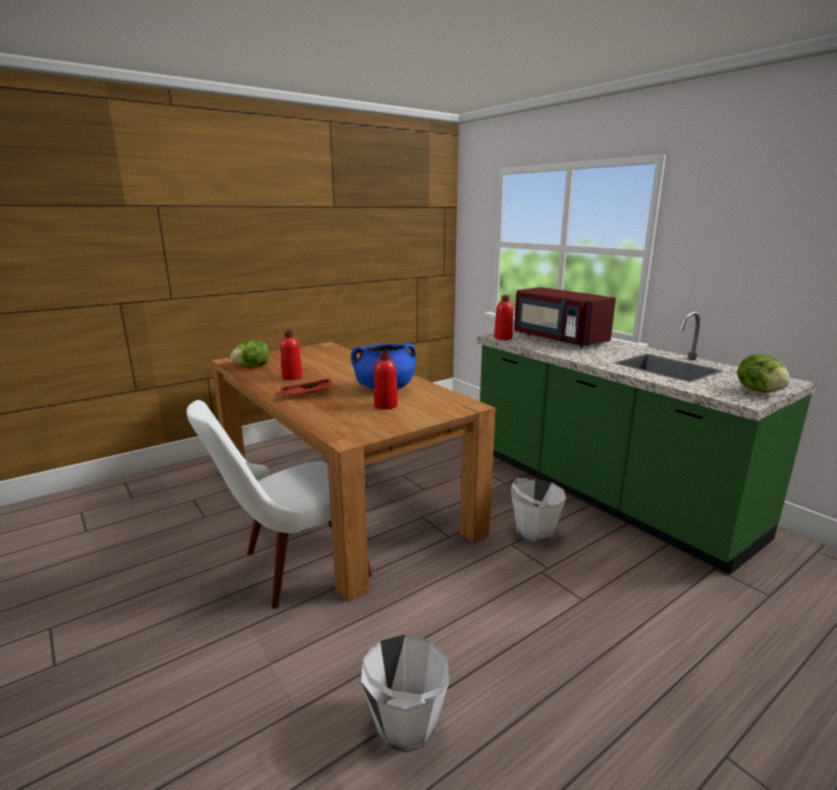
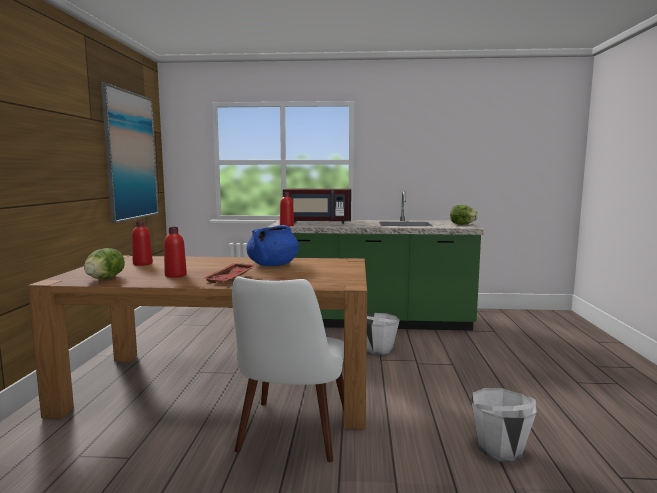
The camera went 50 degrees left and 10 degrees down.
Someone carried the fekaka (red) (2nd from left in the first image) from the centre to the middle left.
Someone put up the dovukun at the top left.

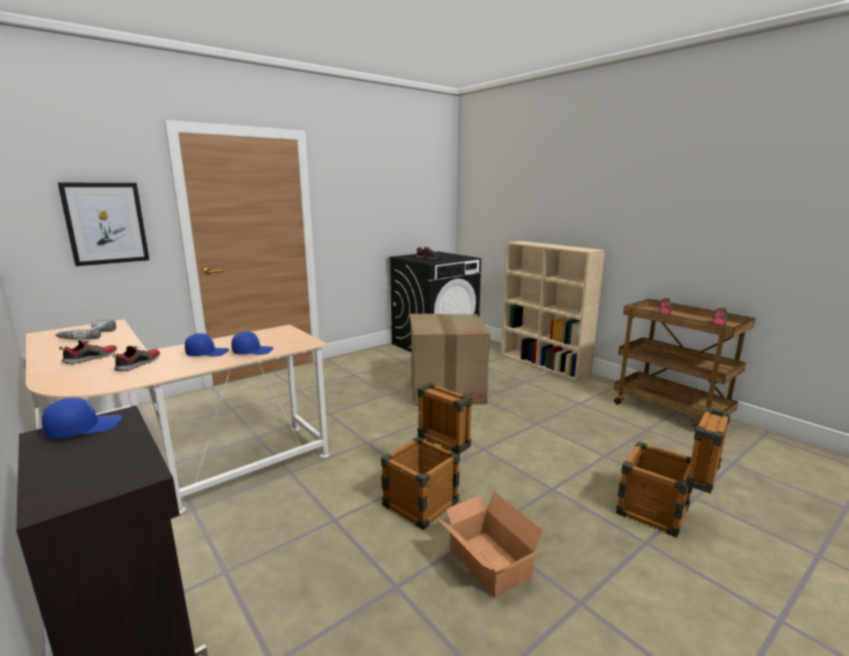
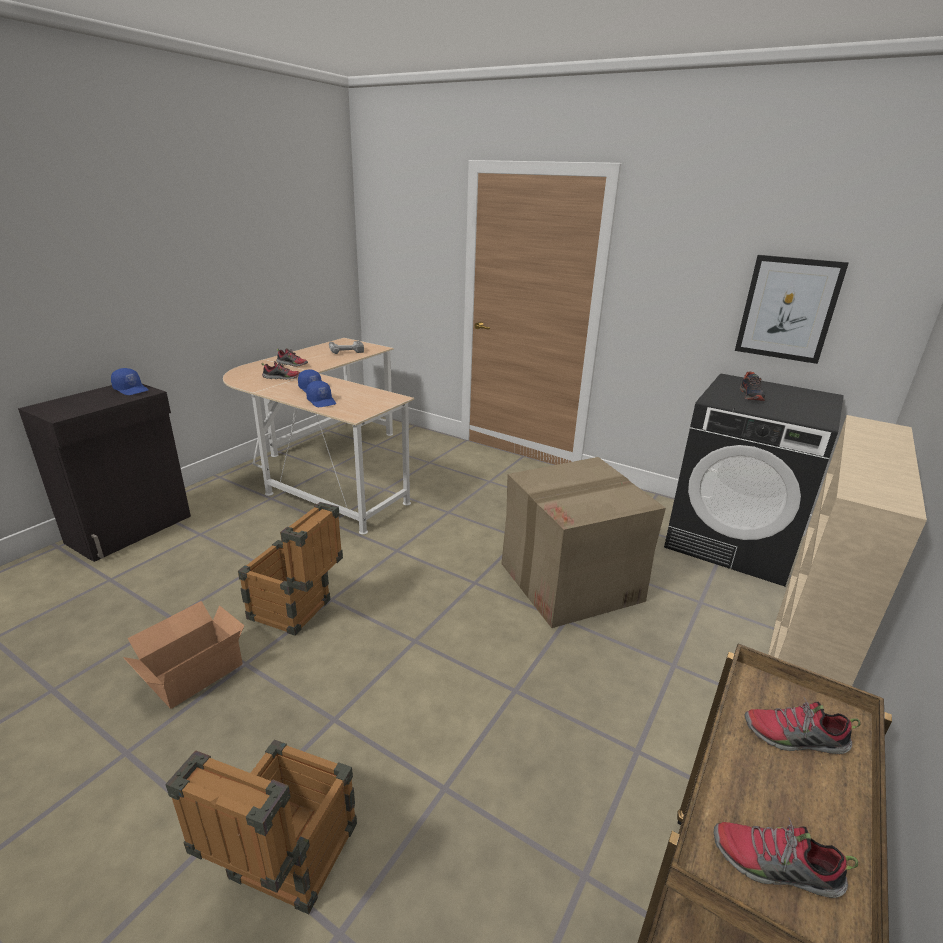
The camera went 70 degrees right and 10 degrees up.
Someone carried the dovukun from the middle left to the top right.

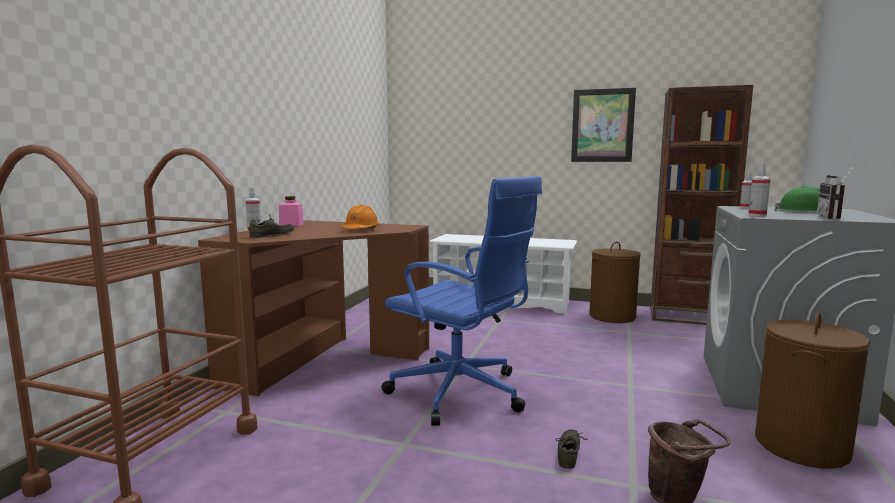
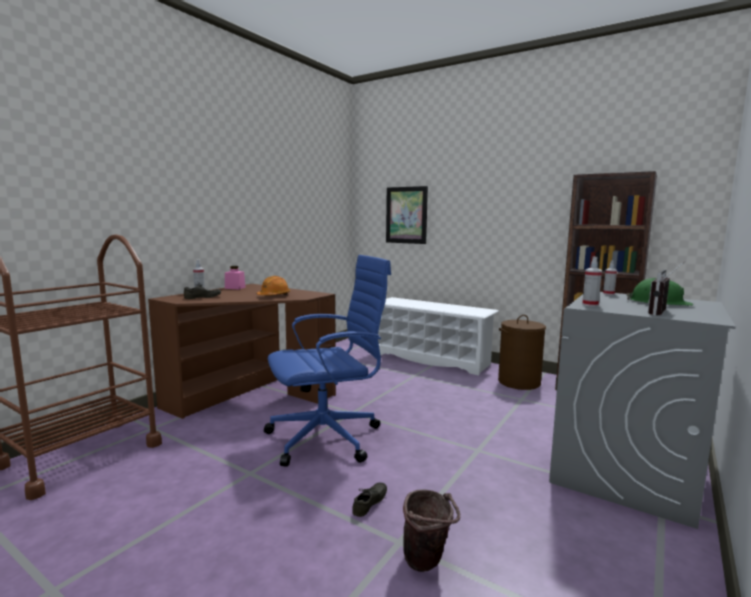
The camera went 15 degrees right and 0 degrees up.
Someone carried the dovukun from the top right to the centre.
Someone rotated the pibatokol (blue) at the centre by 75 degrees counterclockwise.
Someone took away the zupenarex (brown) (2nd from left) at the bottom right.

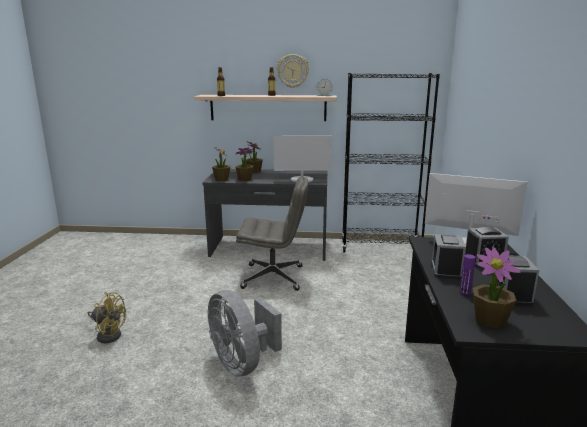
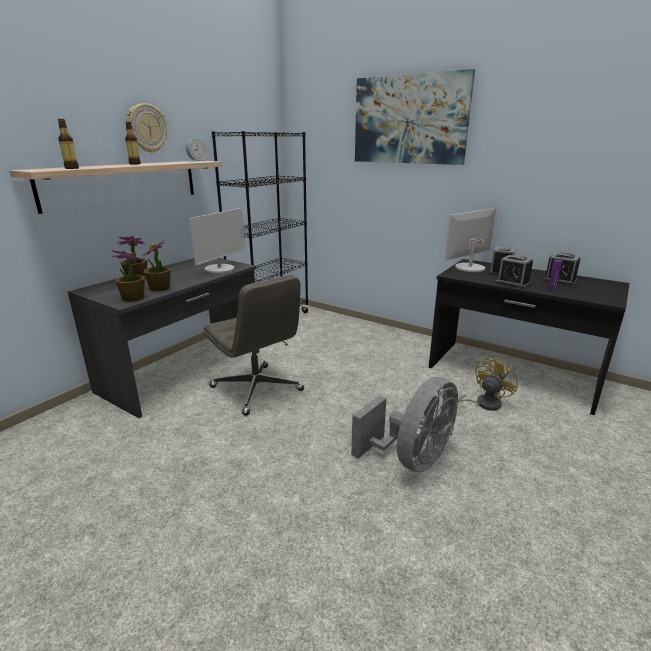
The camera went 60 degrees left and 5 degrees up.
Someone rotated the pibatokol (grey) at the centre by 105 degrees clockwise.
Someone took away the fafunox (4th from left) at the bottom right.
Someone rotated the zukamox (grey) at the bottom centre by 45 degrees counterclockwise.
Someone carried the zukamox (yellow) from the bottom left to the middle right.
Someone put up the dovukun at the top centre.

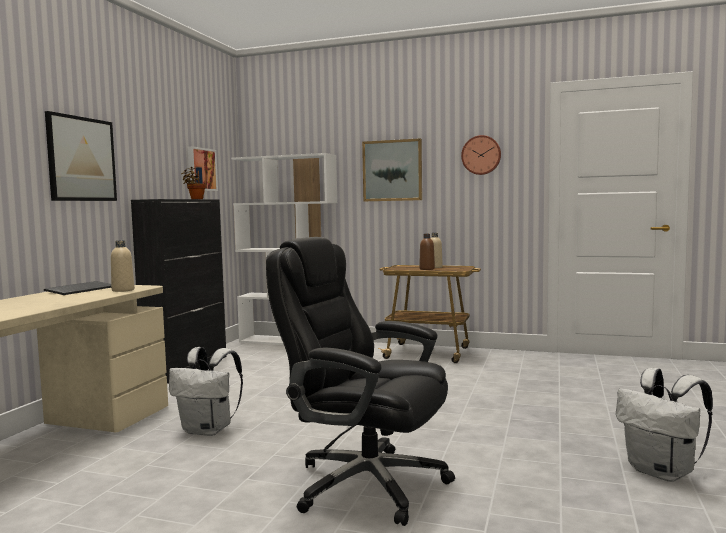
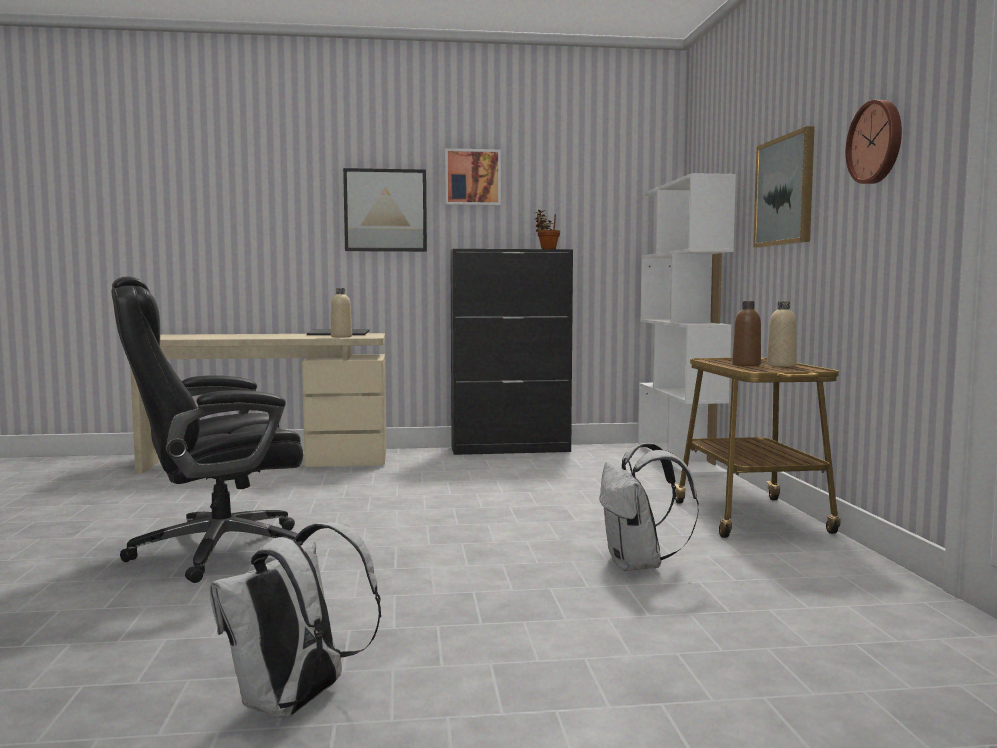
The camera went 65 degrees right and 0 degrees up.
Someone carried the dovukun (2nd from left) from the top left to the top centre.
Someone rotated the pibatokol (black) at the bottom centre by 120 degrees counterclockwise.
Someone carried the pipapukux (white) (1st from left in the first image) from the bottom left to the bottom centre.

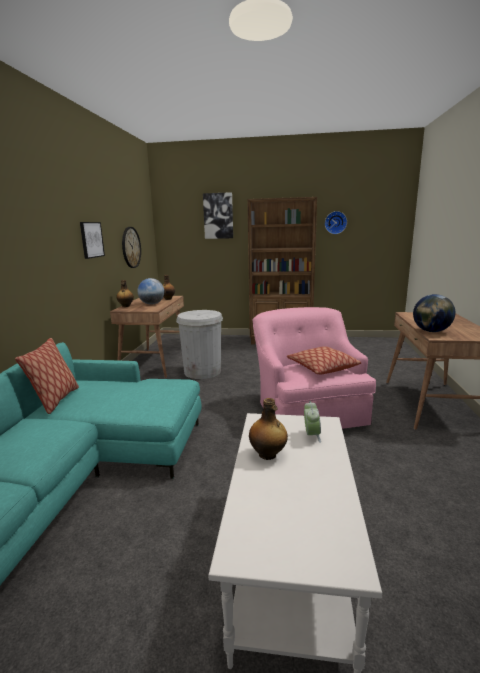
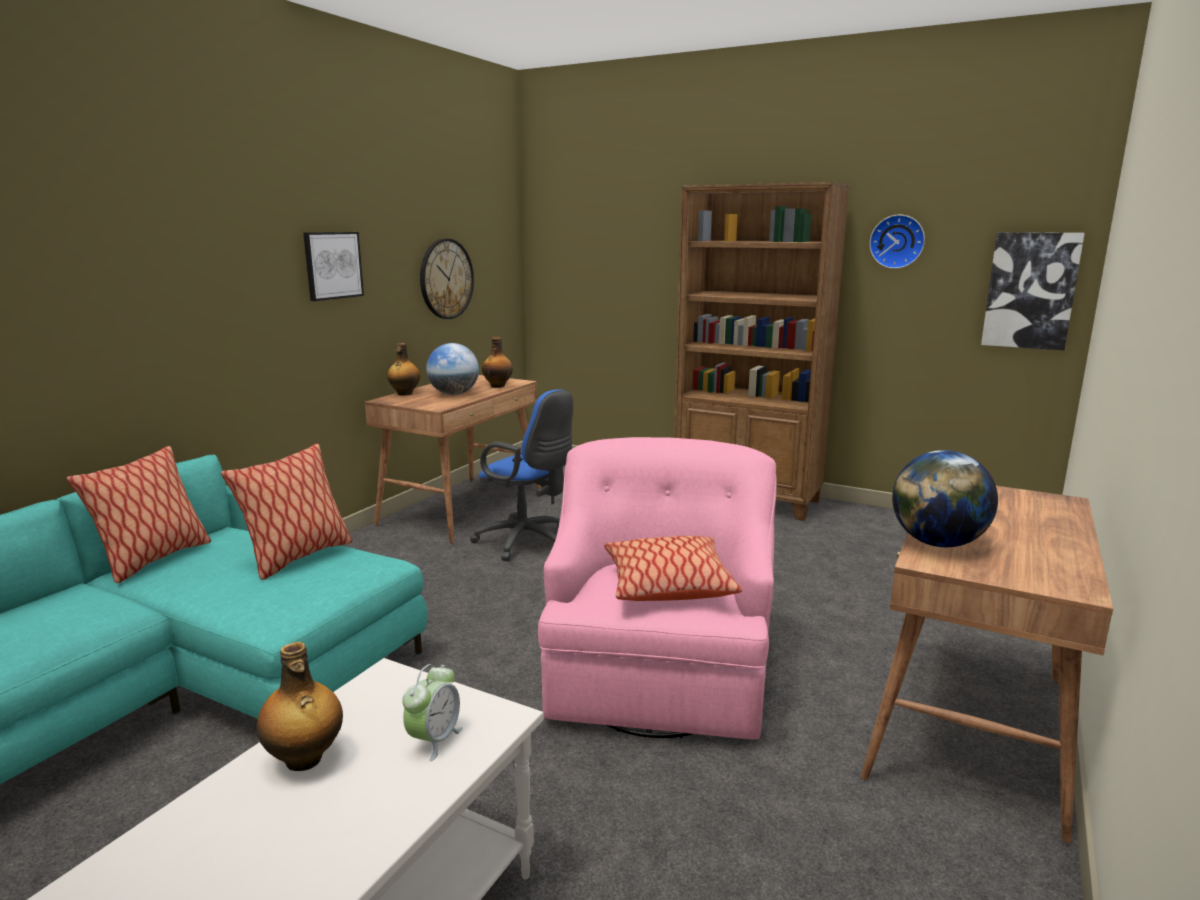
The camera went 20 degrees right and 0 degrees up.
Someone carried the dovukun (2nd from left) from the top centre to the top right.
Someone swapped the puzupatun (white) at the centre for the pibatokol (blue) at the centre.
Someone put down the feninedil (2nd from left) at the middle left.

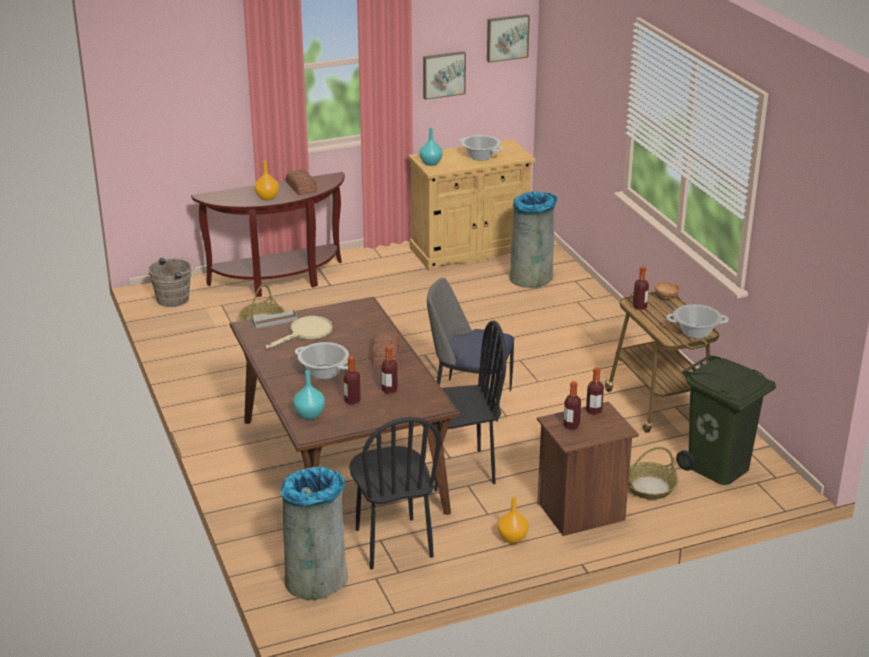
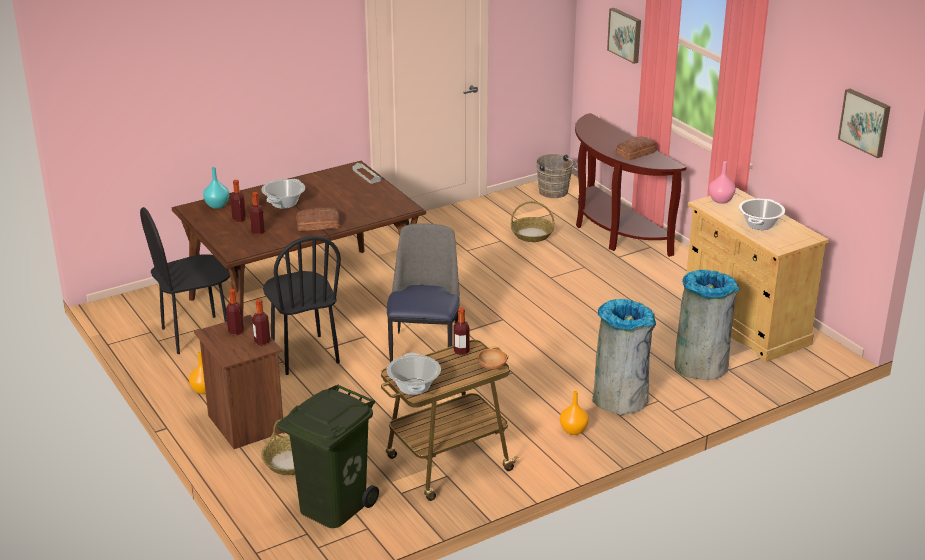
The camera went 80 degrees right and 0 degrees up.
Someone carried the dovukun (1st from left) from the top centre to the top right.
Someone repainted the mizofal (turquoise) (2nd from left) at the top centre, which became the mizofal (pink) at the top right.
Someone carried the mizofal (orange) (1st from left in the first image) from the top left to the bottom centre.
Someone took away the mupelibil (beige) at the centre.
Someone carried the puzupatun (grey) (1st from left) from the bottom centre to the middle right.

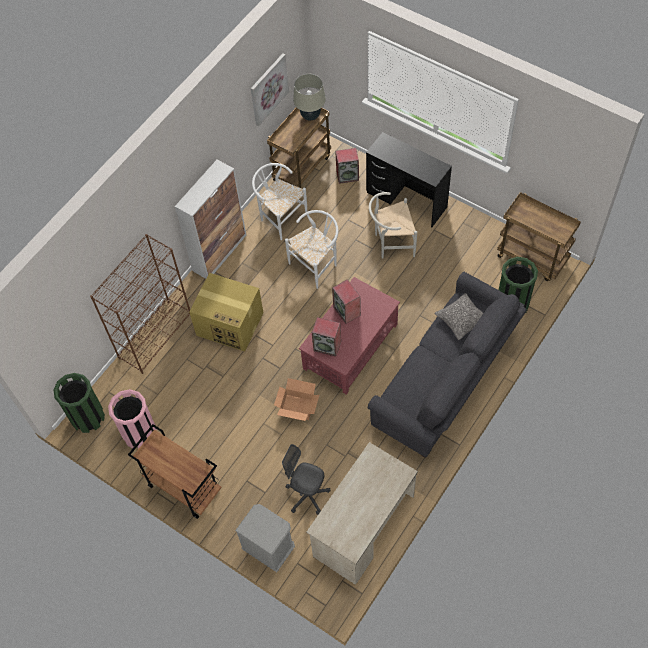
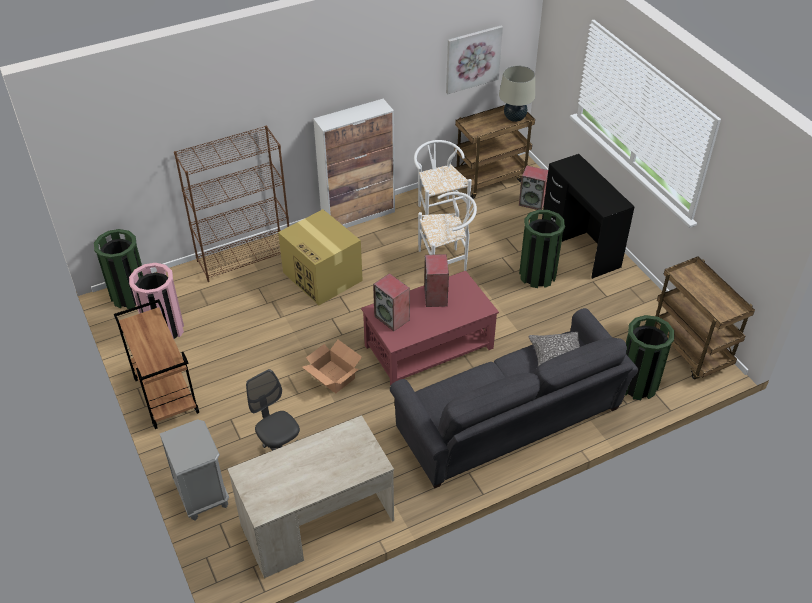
The camera went 25 degrees right and 15 degrees down.
Someone swapped the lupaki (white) (3rd from left) at the centre for the puzupatun (green) (2nd from left) at the middle right.

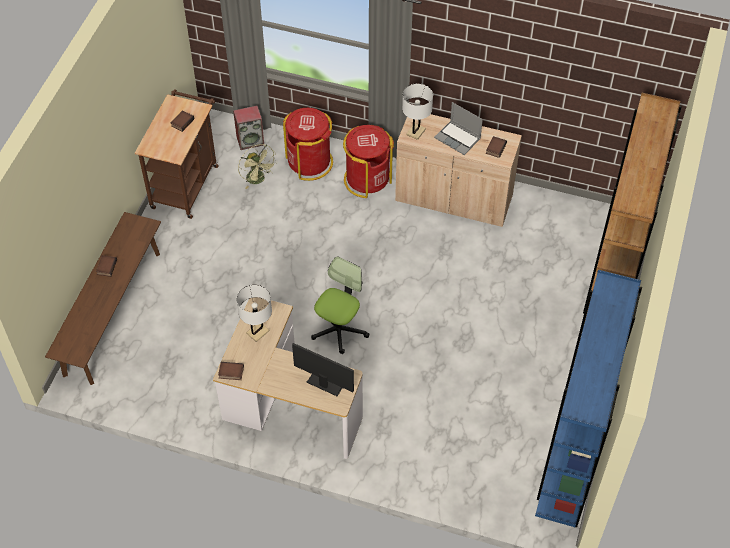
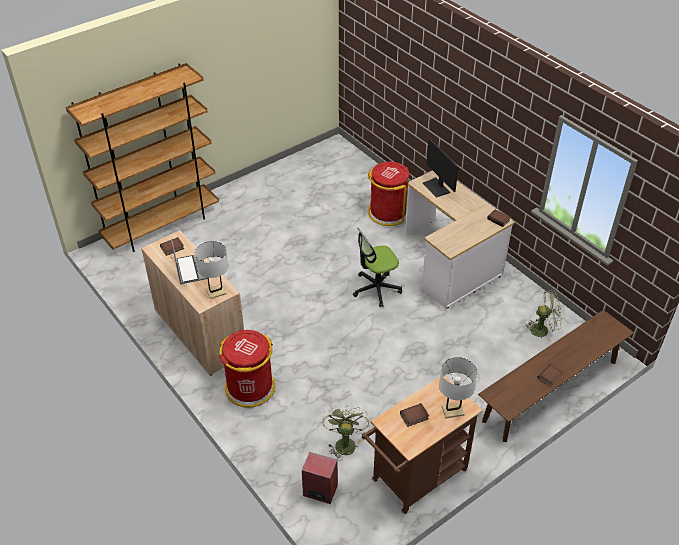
The camera went 145 degrees left and 10 degrees down.
Someone carried the puzupatun (red) (1st from left in the first image) from the top centre to the centre.
Someone took away the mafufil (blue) at the bottom right.
Someone carried the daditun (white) (1st from left in the first image) from the centre to the bottom right.
Someone put down the zukamox (green) (2nd from left) at the middle right.

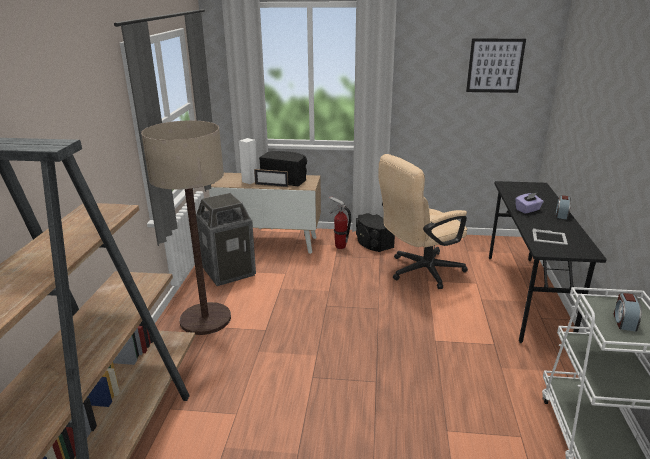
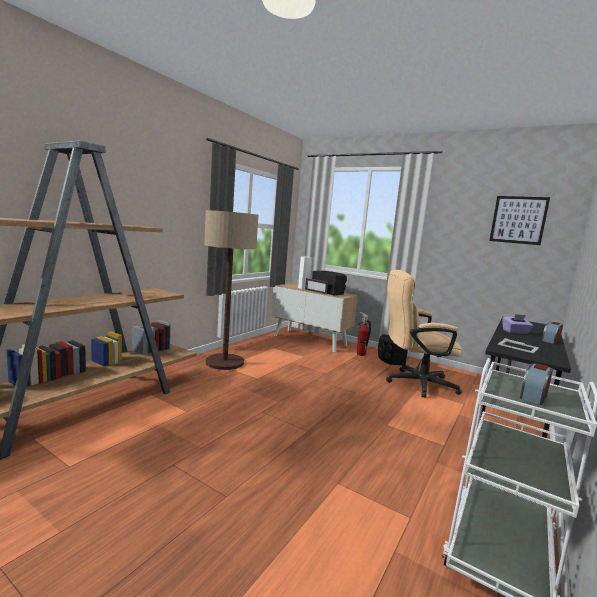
The camera went 25 degrees right and 15 degrees down.
Someone took away the puzupatun at the centre.

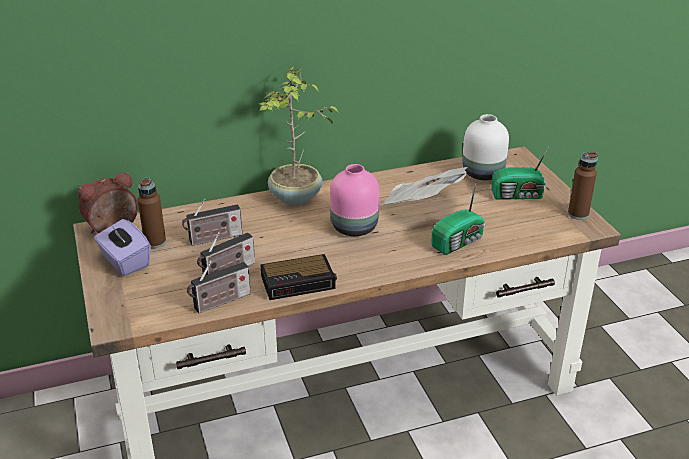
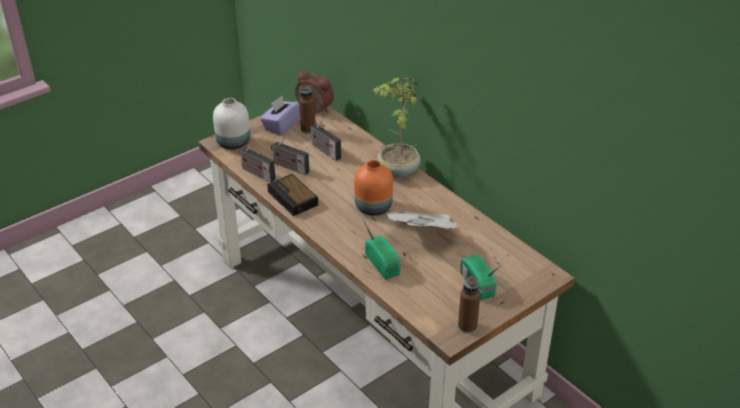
The camera went 70 degrees right and 5 degrees up.
Someone carried the mizofal (white) from the top right to the top left.
Someone repainted the mizofal (pink) at the centre, which became the mizofal (orange) at the centre.
Someone rotated the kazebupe (4th from left) at the centre by 150 degrees counterclockwise.

